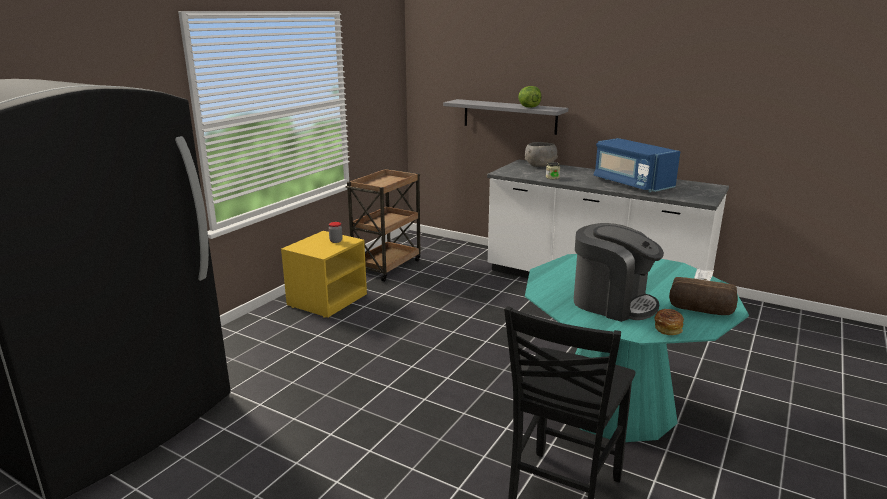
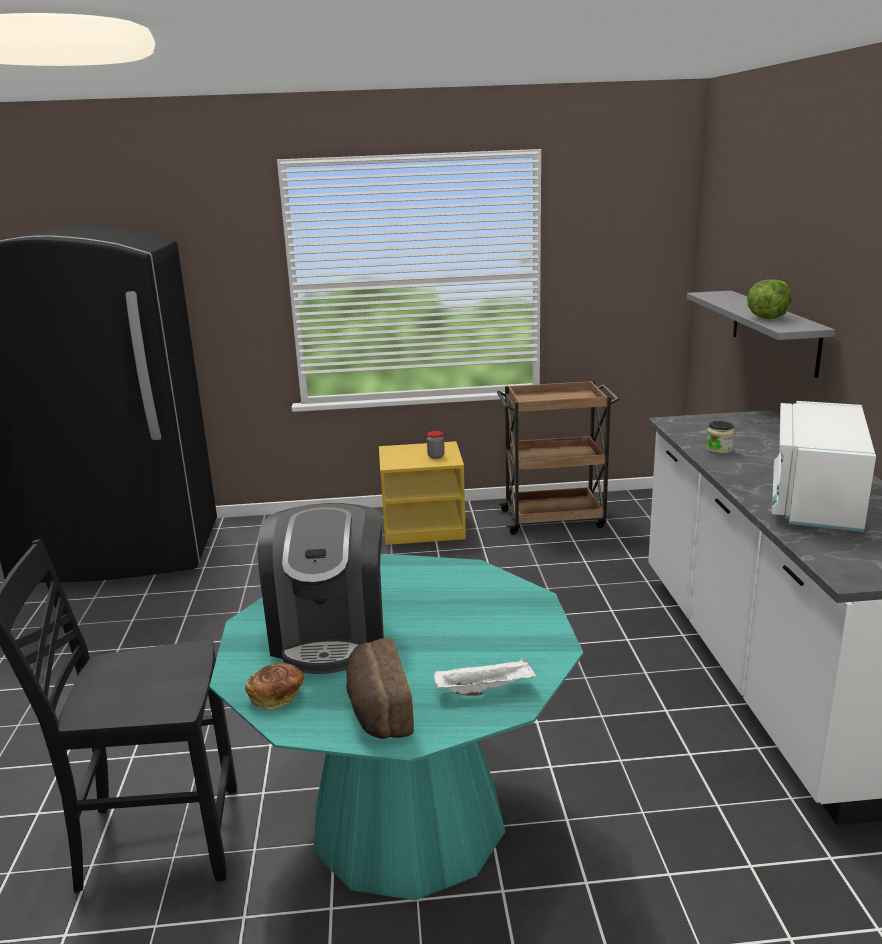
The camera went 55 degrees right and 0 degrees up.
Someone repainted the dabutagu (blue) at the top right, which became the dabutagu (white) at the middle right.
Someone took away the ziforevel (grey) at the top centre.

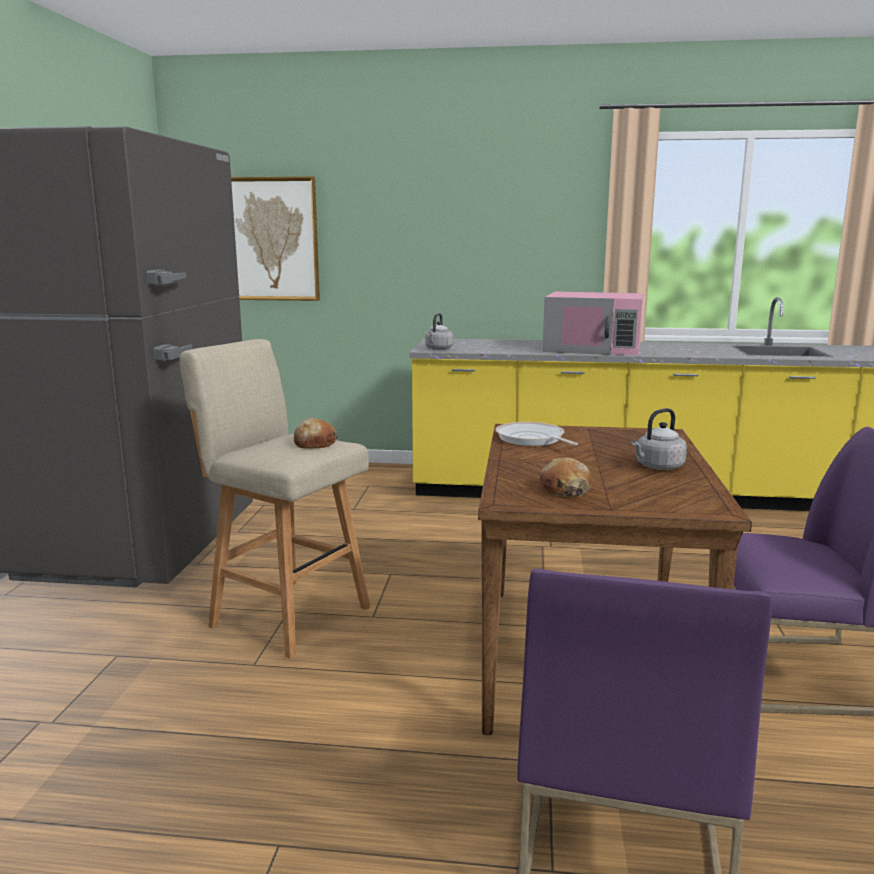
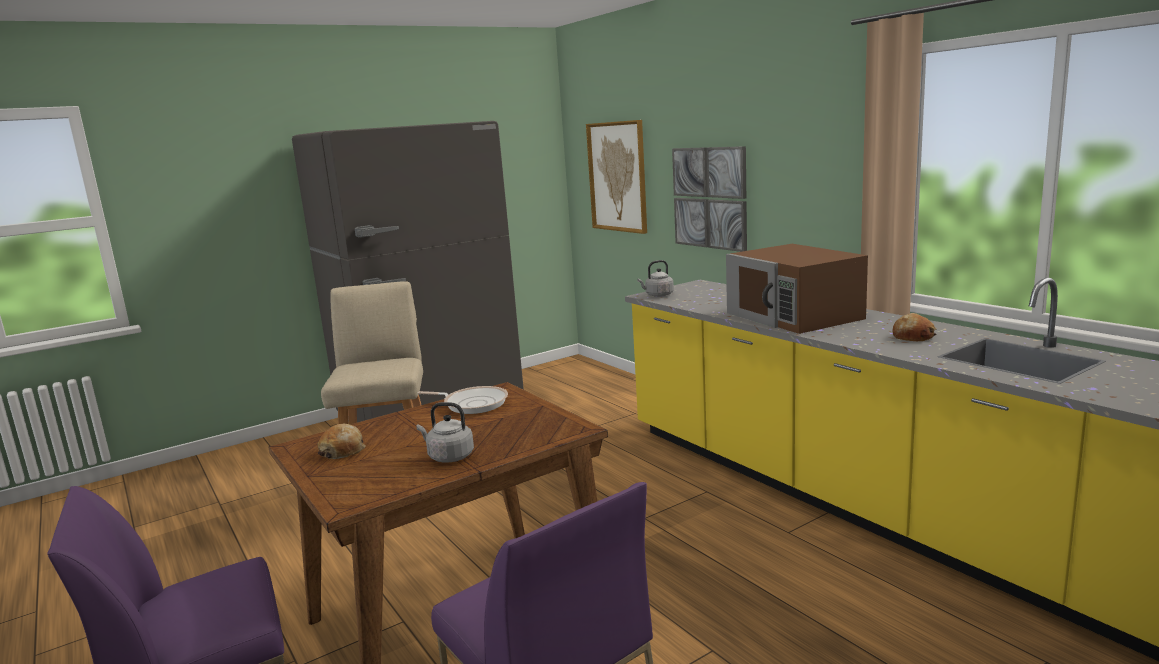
The camera went 50 degrees right and 0 degrees up.
Someone repainted the dabutagu (pink) at the middle right, which became the dabutagu (brown) at the middle right.
Someone carried the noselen (1st from left in the first image) from the centre to the middle right.
Someone rotated the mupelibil at the centre by 90 degrees clockwise.
Someone put up the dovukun (2nd from left) at the top centre.

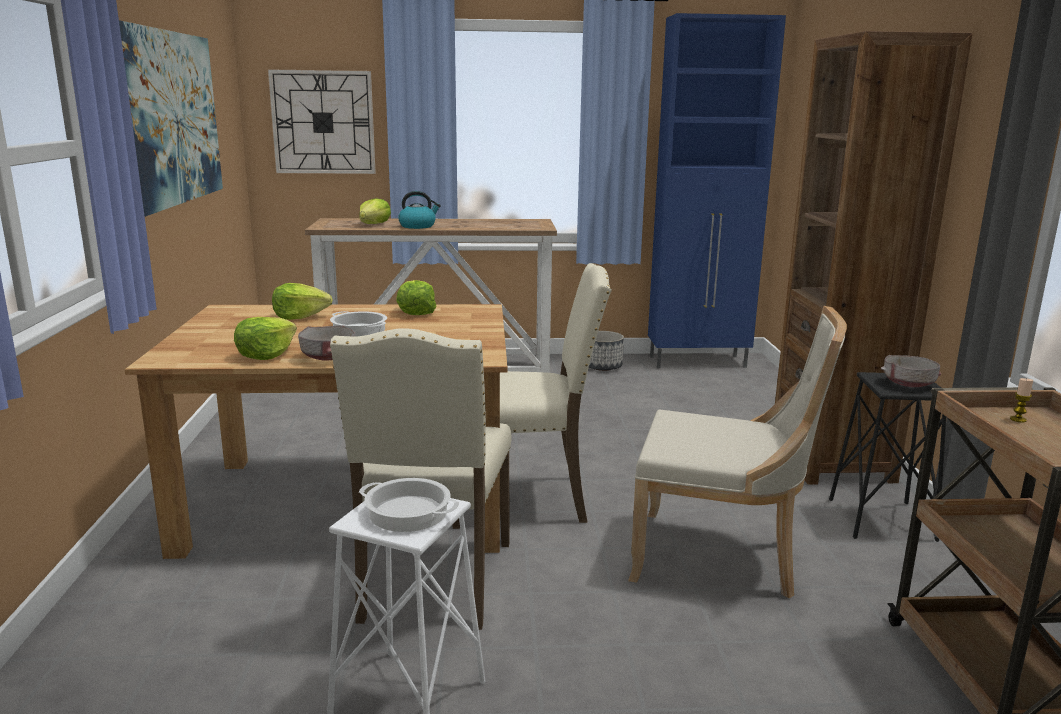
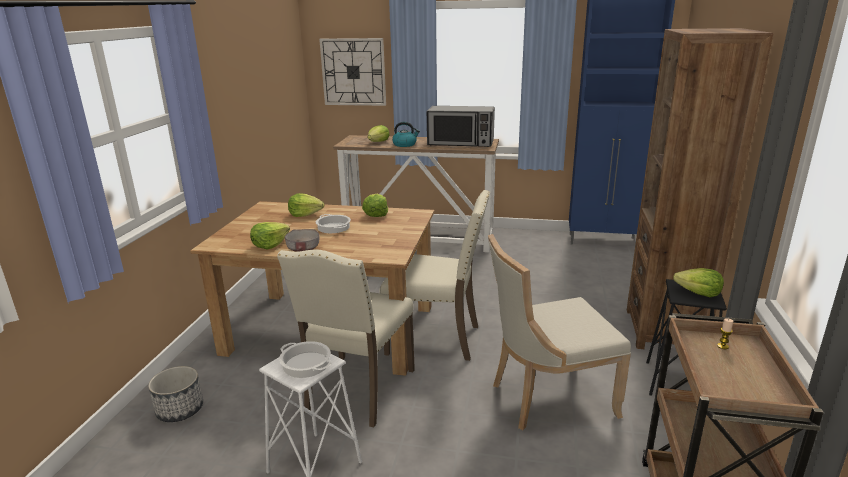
The camera went 15 degrees right and 5 degrees up.
Someone took away the dovukun at the top left.
Someone rotated the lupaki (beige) (3rd from left) at the middle right by 135 degrees clockwise.
Someone carried the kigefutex from the centre to the bottom left.
Someone swapped the ziforevel (grey) (2nd from left) at the middle right for the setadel (5th from left) at the middle right.
Someone put down the dabutagu at the top centre.

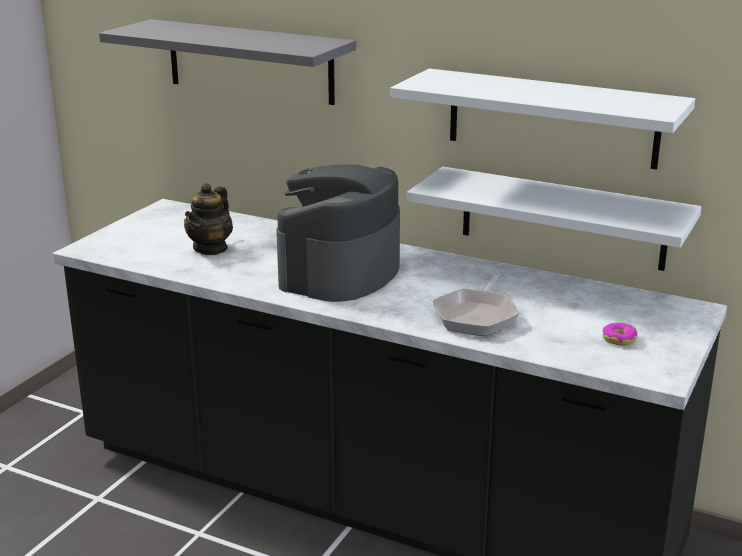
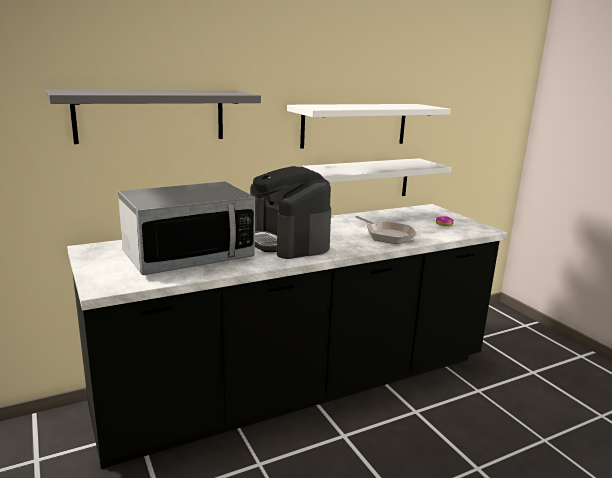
The camera went 55 degrees left and 5 degrees down.
Someone swapped the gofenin at the middle left for the dabutagu at the middle left.

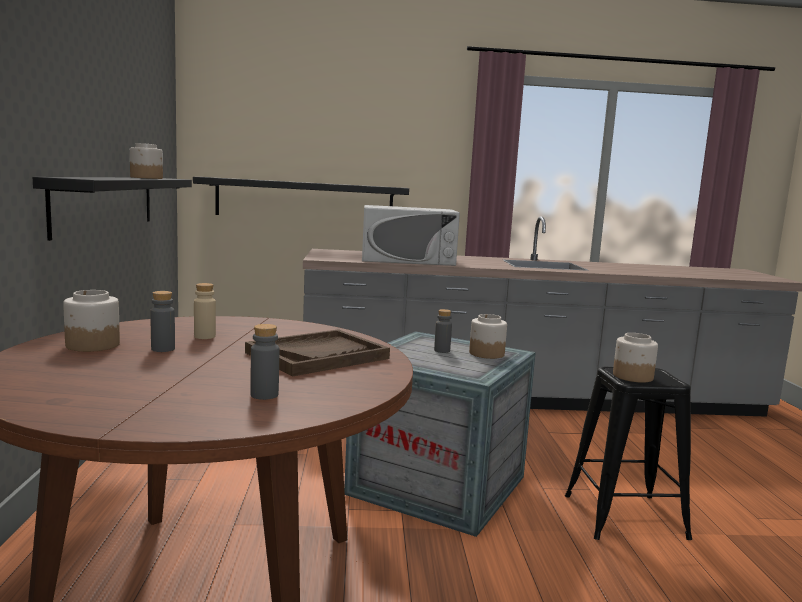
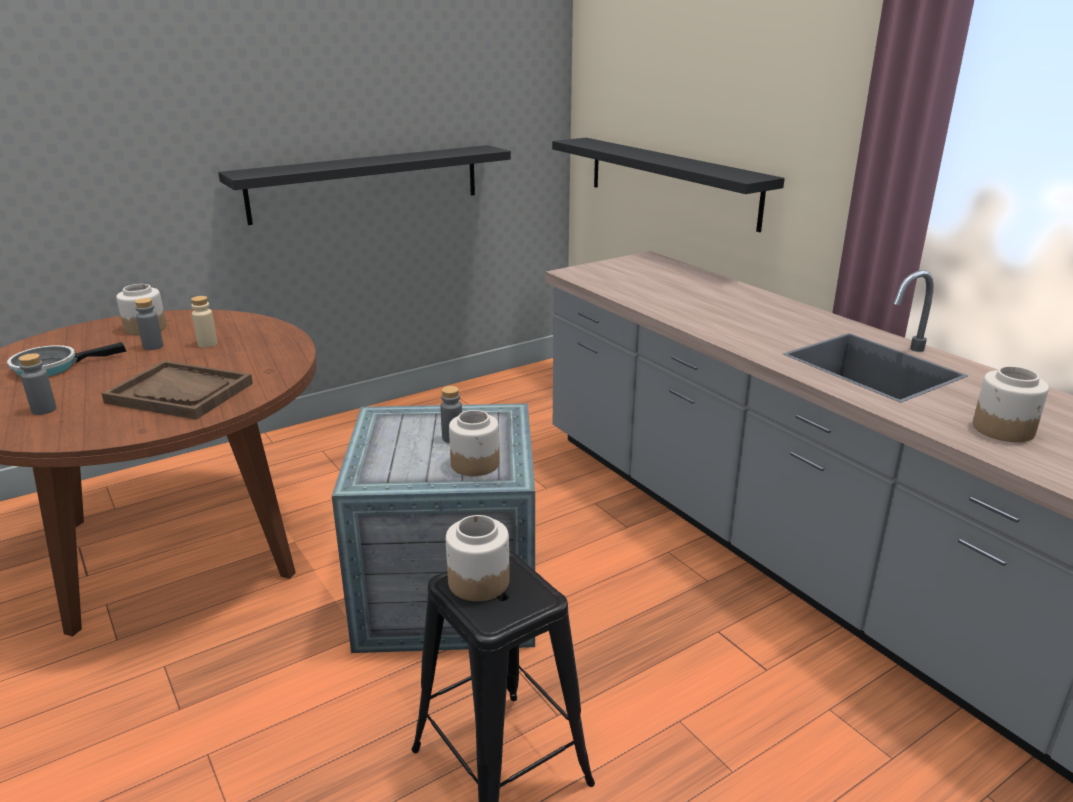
The camera went 60 degrees right and 15 degrees up.
Someone carried the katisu (2nd from left in the first image) from the top left to the middle right.
Someone took away the dabutagu (white) at the centre.
Someone put down the mupelibil at the middle left.

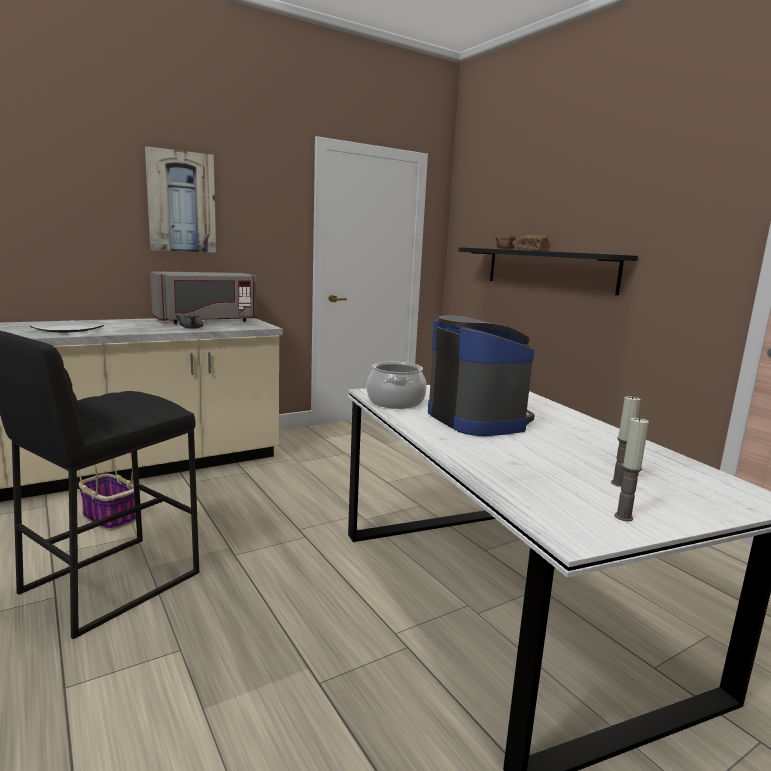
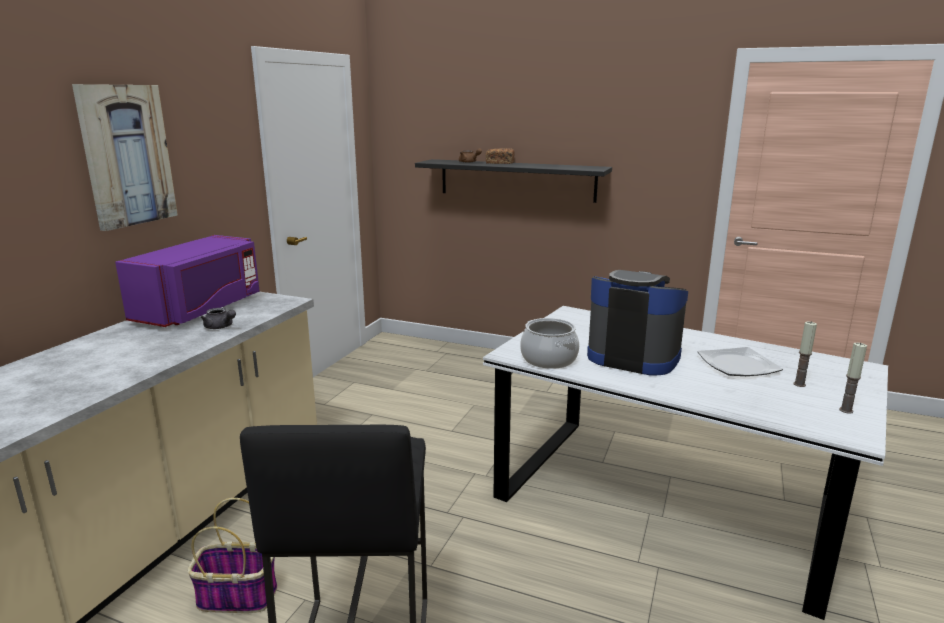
The camera went 35 degrees left and 5 degrees up.
Someone repainted the dabutagu (grey) at the middle left, which became the dabutagu (purple) at the middle left.
Someone carried the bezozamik from the middle left to the middle right.

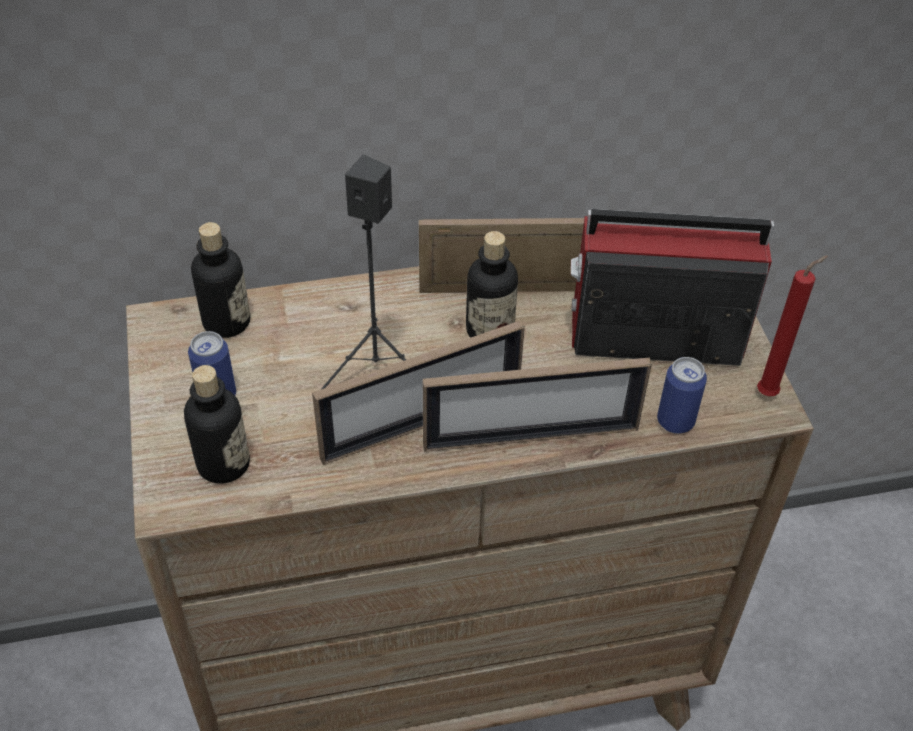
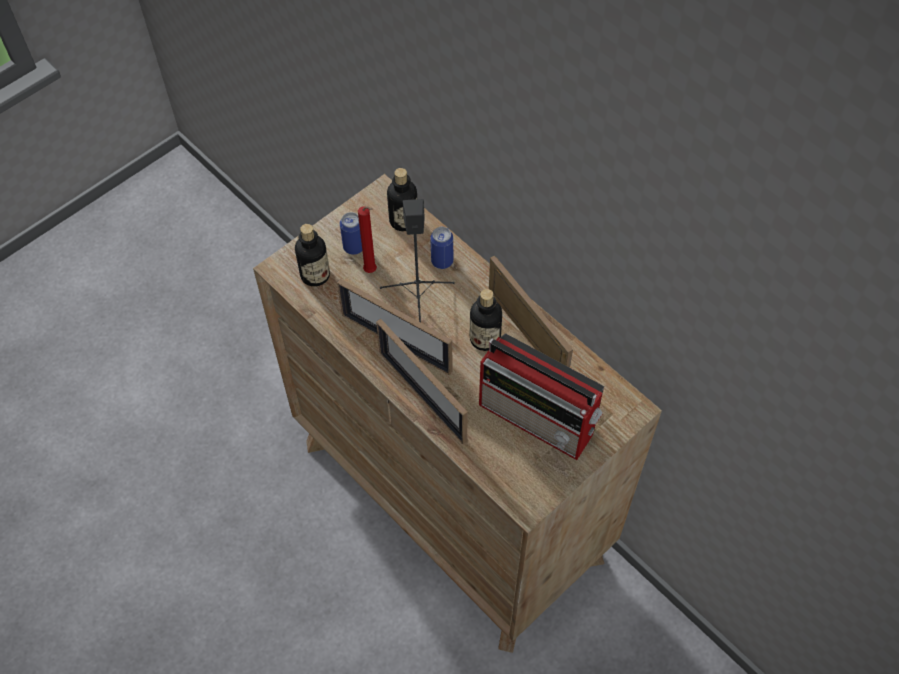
The camera went 60 degrees right and 10 degrees up.
Someone rotated the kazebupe at the middle right by 150 degrees clockwise.
Someone carried the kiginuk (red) from the middle right to the centre.
Someone carried the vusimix (2nd from left) from the middle right to the centre.

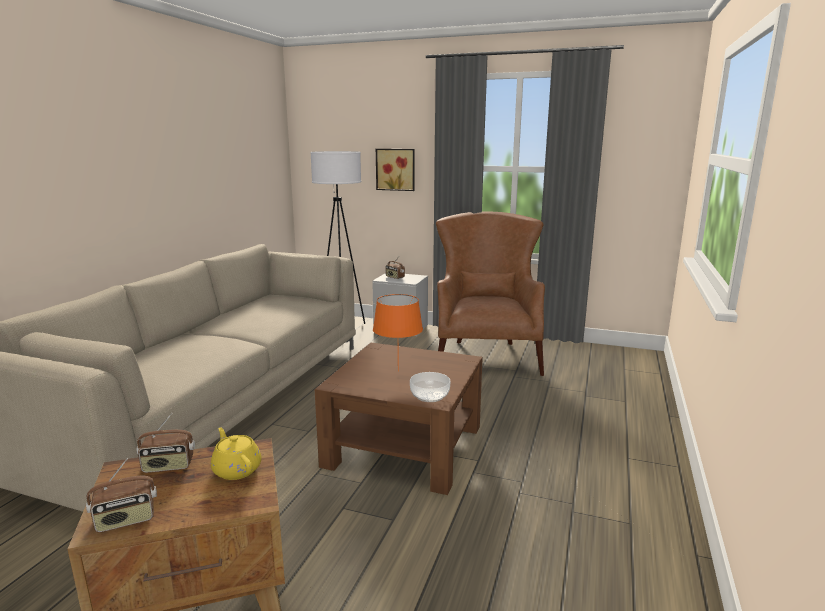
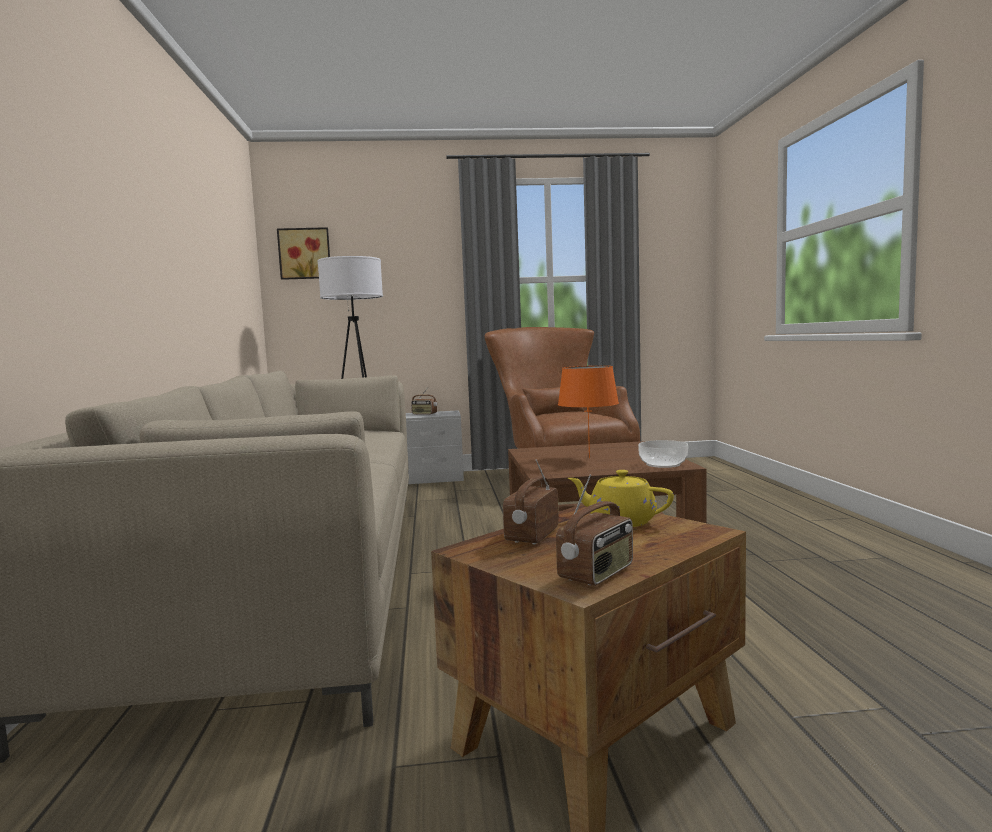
The camera went 25 degrees left and 10 degrees down.
Someone carried the dovukun from the top centre to the top left.
Someone rotated the kazebupe (2nd from left) at the bottom left by 150 degrees clockwise.

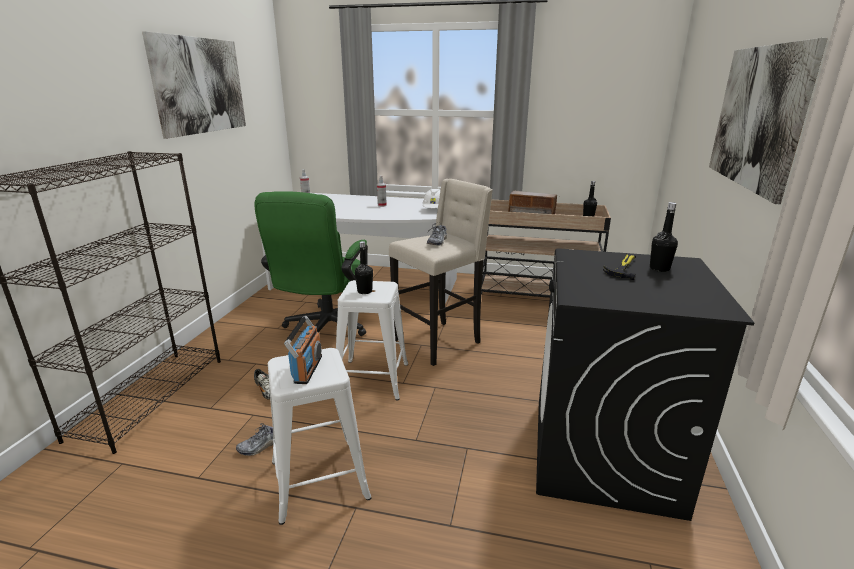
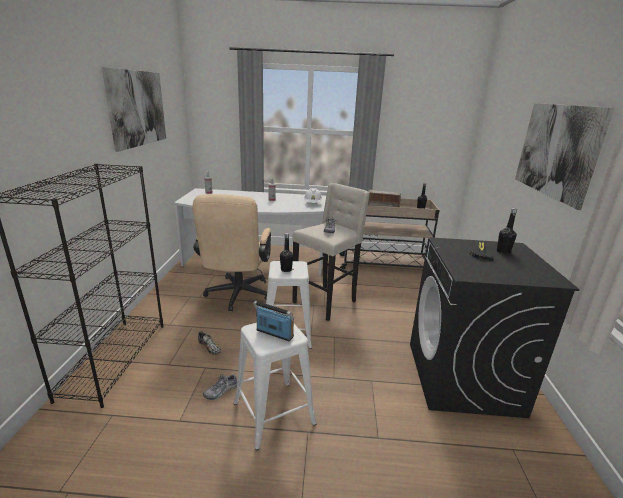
The camera went 10 degrees left and 0 degrees up.
Someone repainted the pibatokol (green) at the centre, which became the pibatokol (beige) at the centre.
Someone rotated the kazebupe (1st from left) at the centre by 60 degrees counterclockwise.

